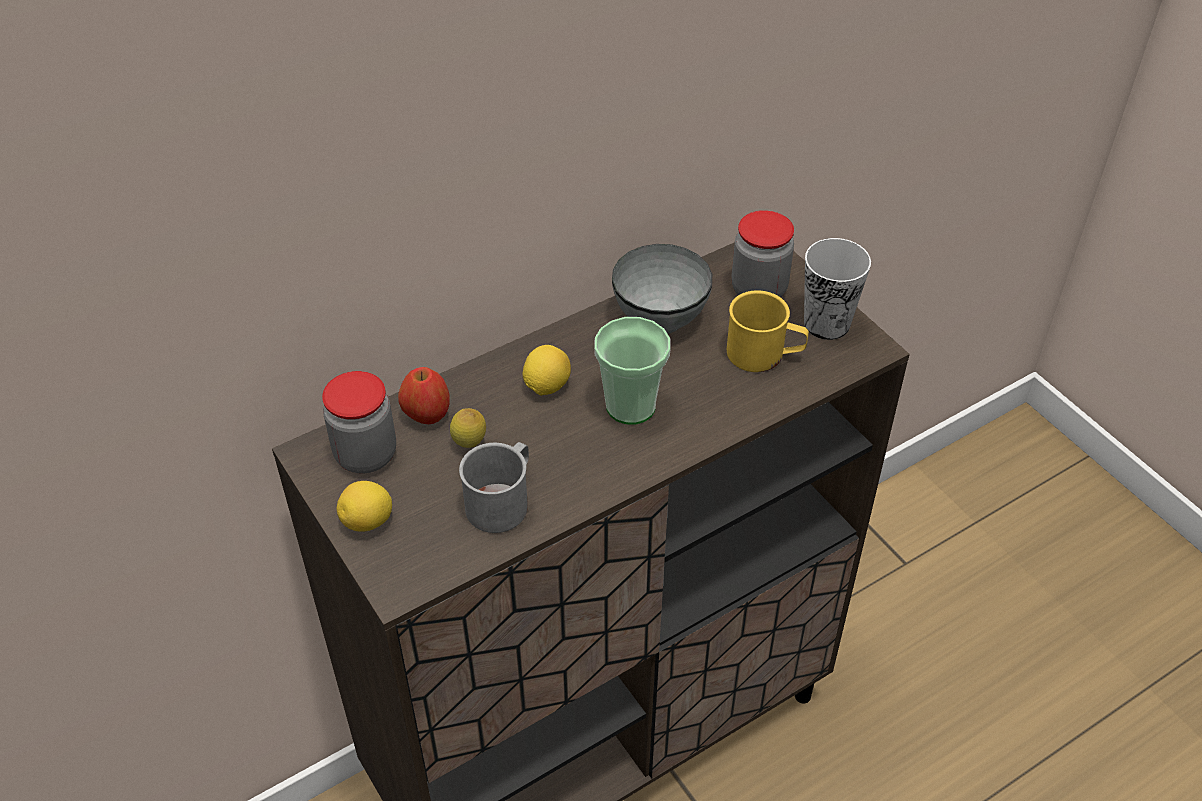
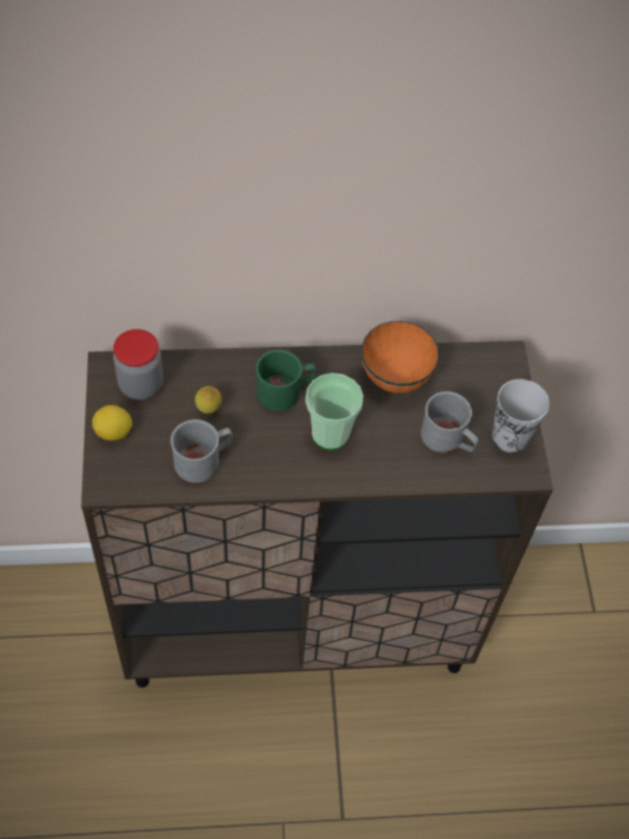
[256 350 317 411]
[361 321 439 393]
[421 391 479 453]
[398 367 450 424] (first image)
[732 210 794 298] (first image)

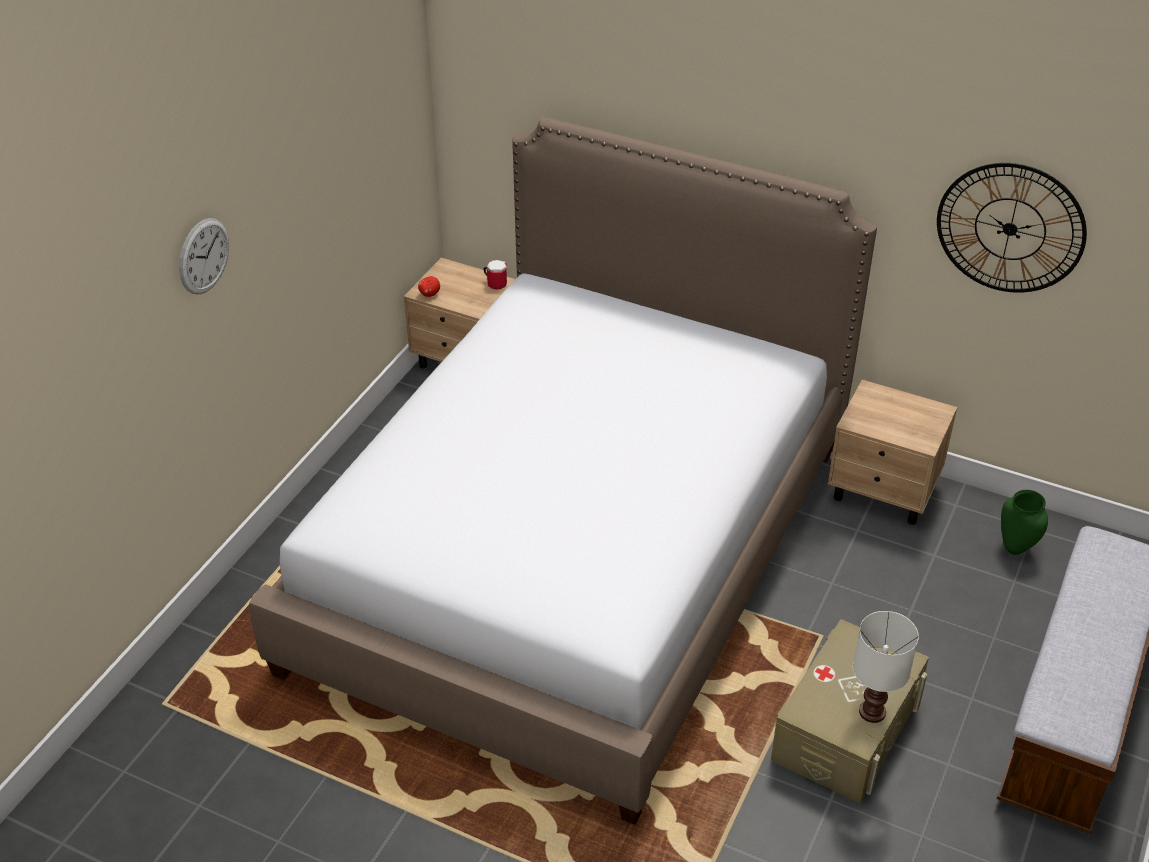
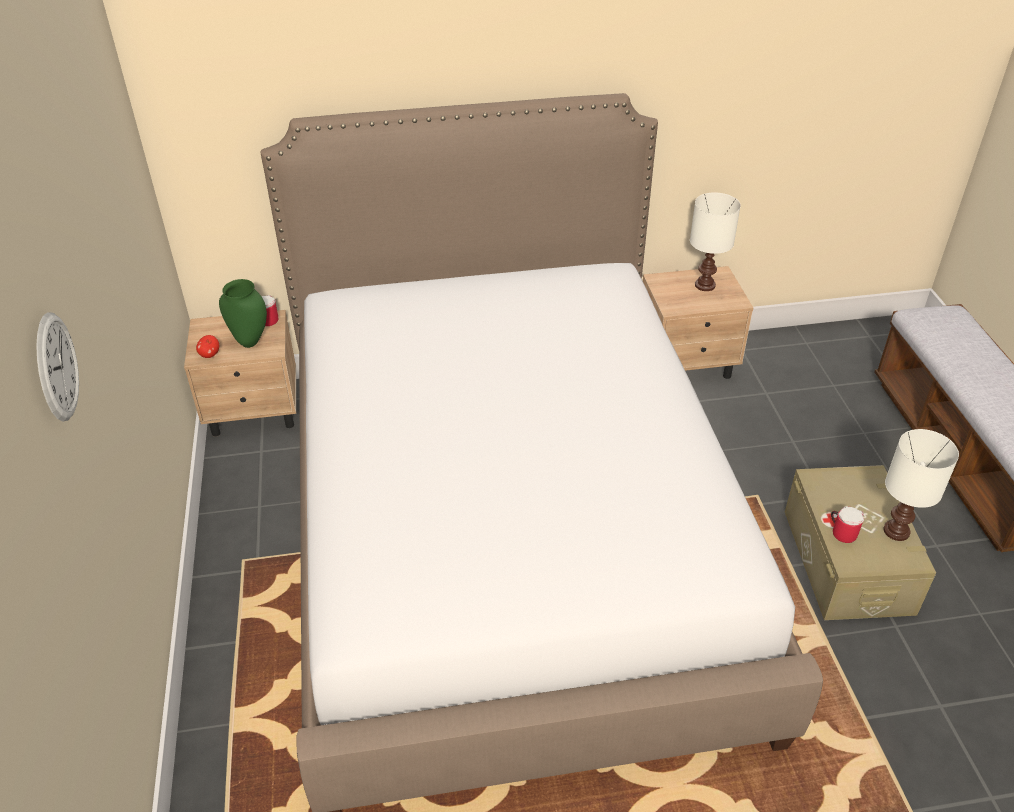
[219 279 267 348]
[690 192 741 291]
[831 506 864 543]
[937 163 1087 293] (first image)

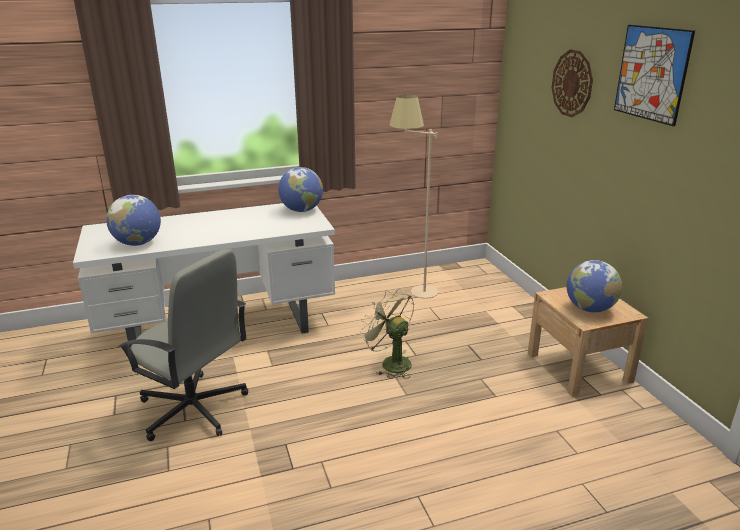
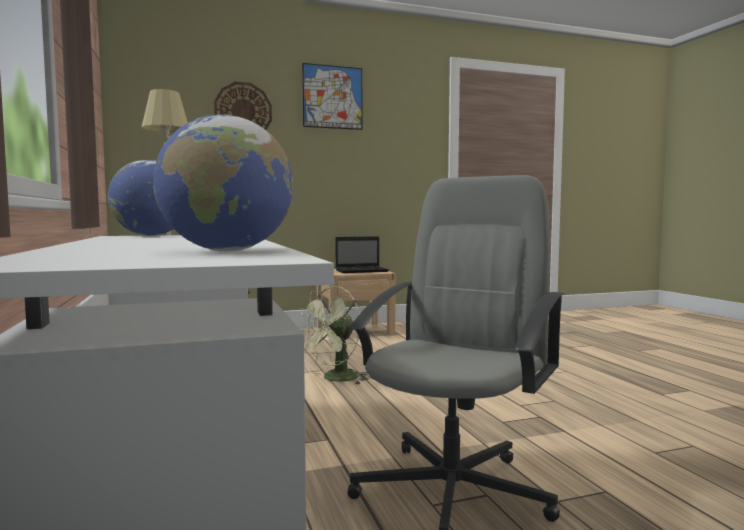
[335 236 389 273]

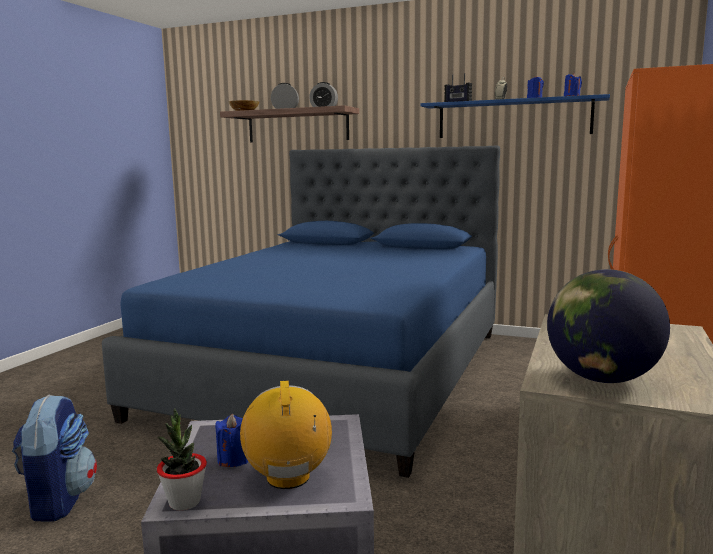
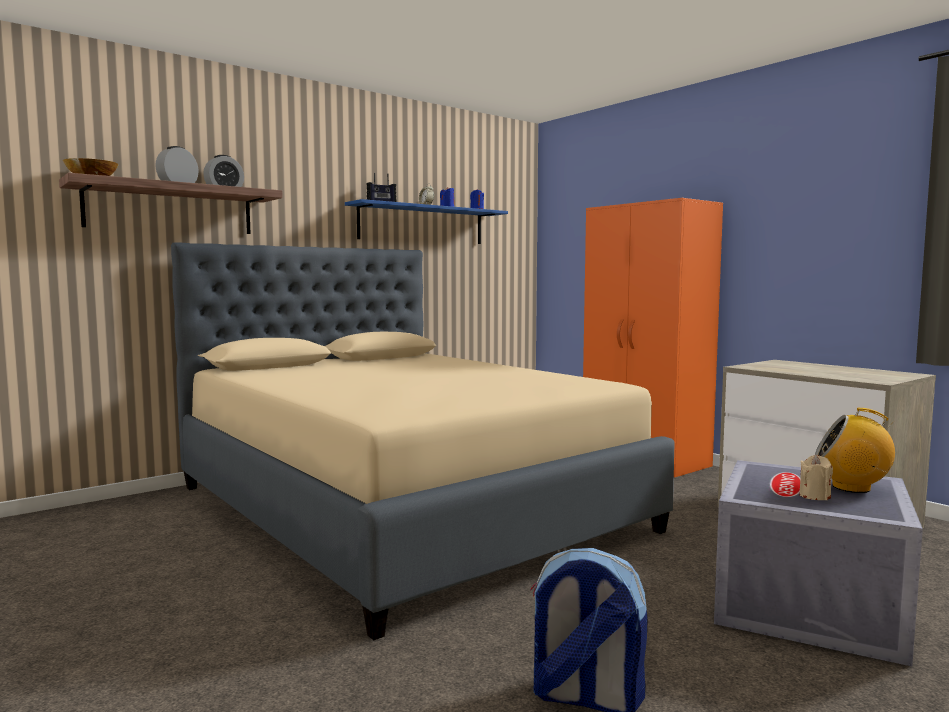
[171 242 675 640]
[799 455 833 500]
[157 408 207 511] (first image)
[547 269 670 383] (first image)

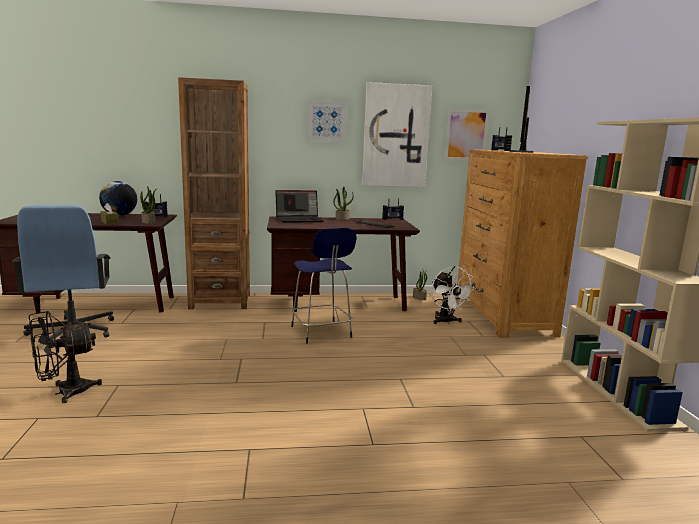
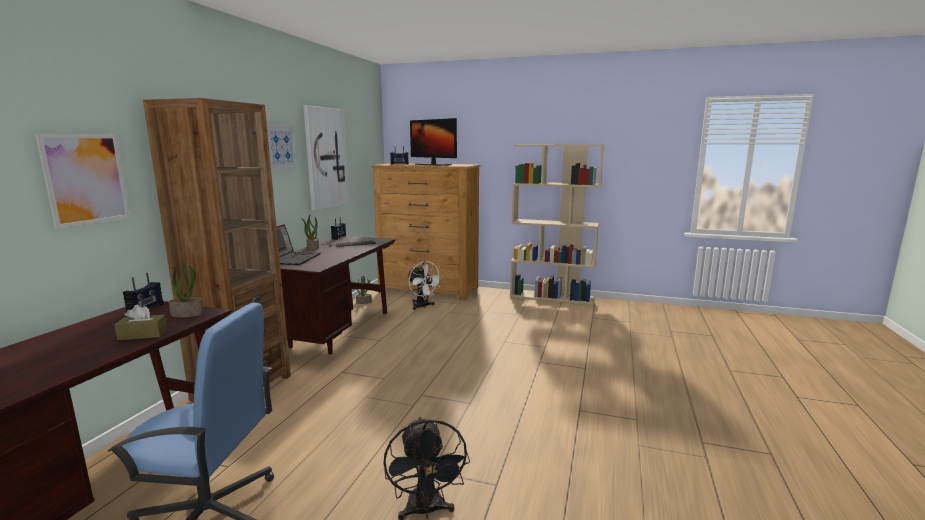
[35 133 130 229]
[408 261 442 310]
[99 181 137 216] (first image)
[291 228 357 344] (first image)

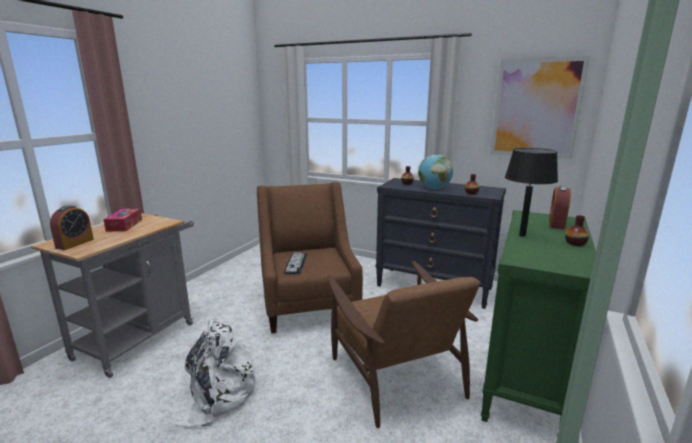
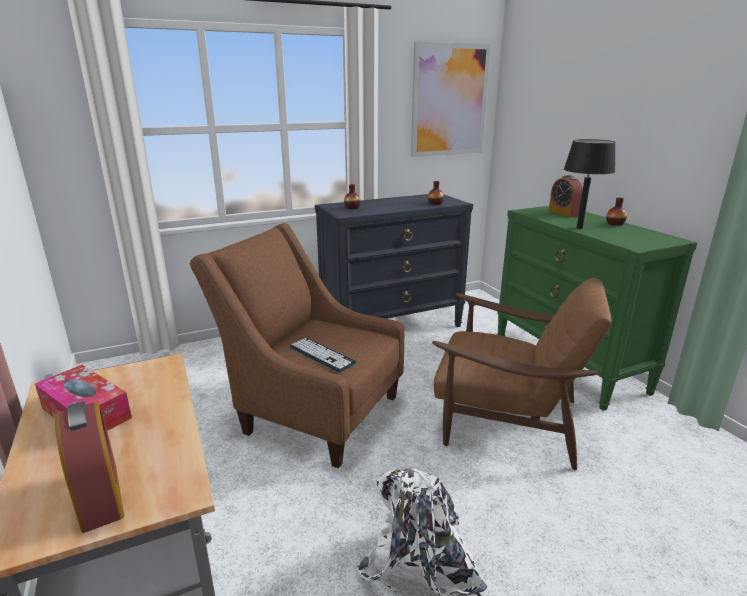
[418 155 453 189] (first image)

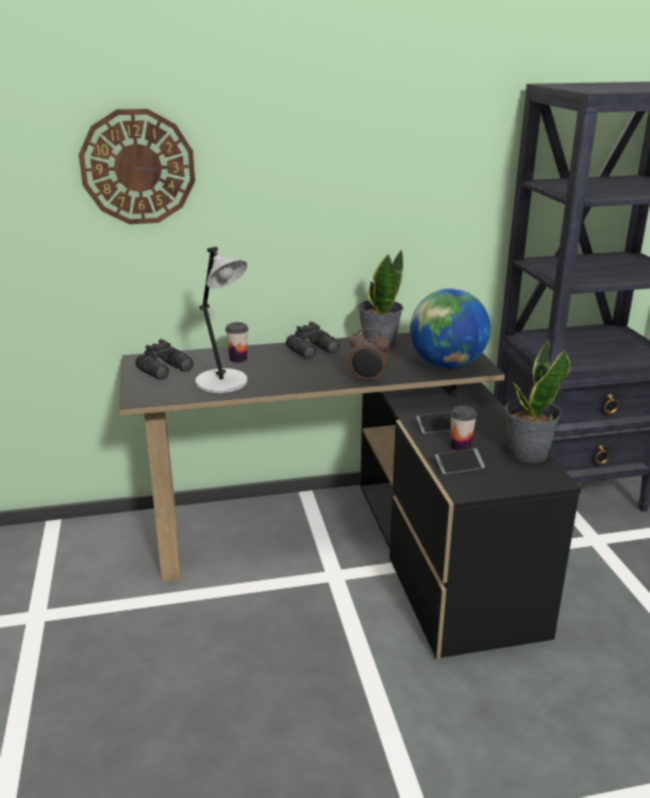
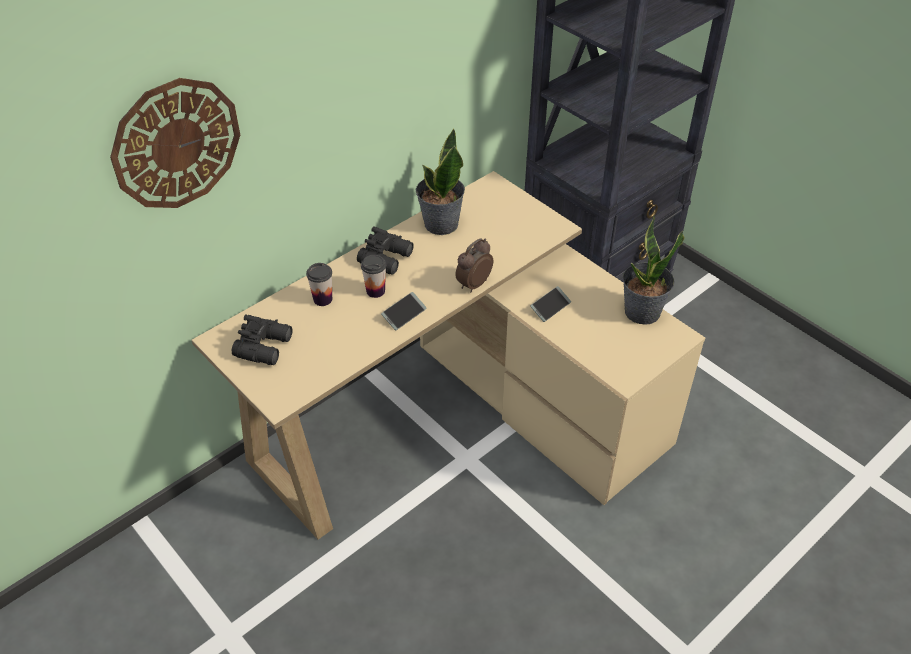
[192 171 705 540]
[361 255 386 298]
[381 292 427 330]
[456 238 493 293]
[195 247 247 393] (first image)
[410 288 490 369] (first image)

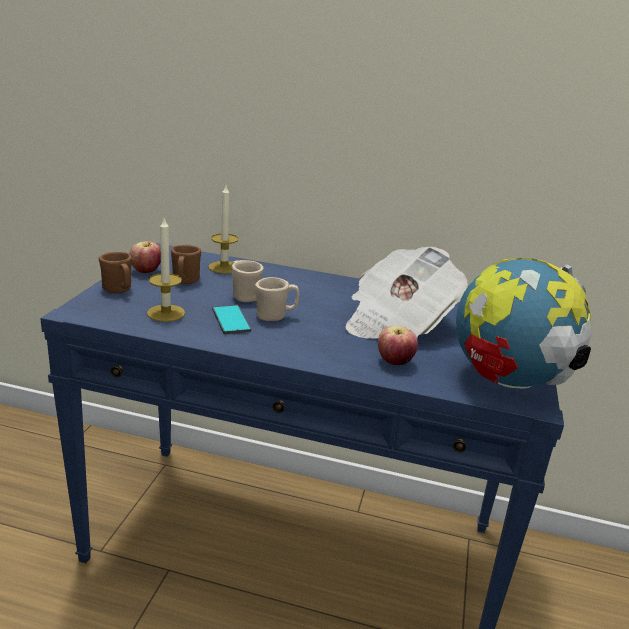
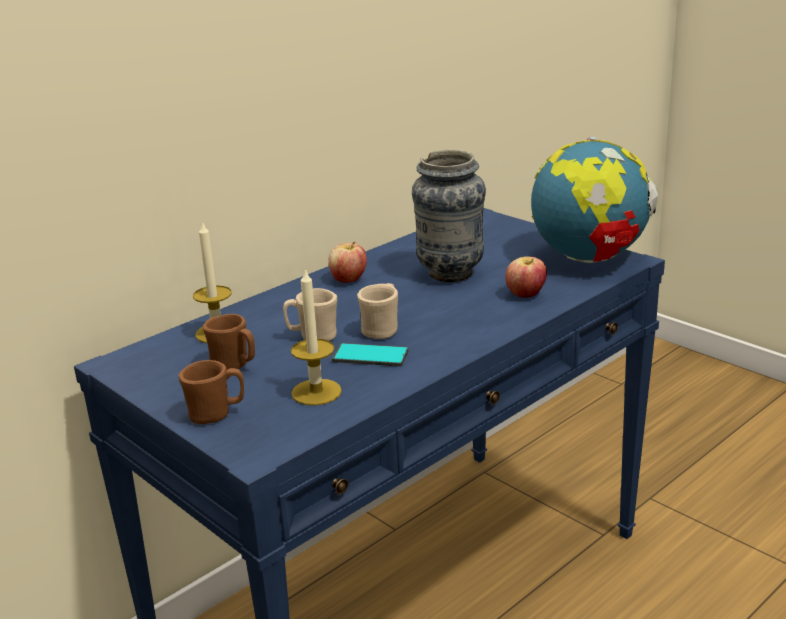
[328 241 367 283]
[412 150 486 282]

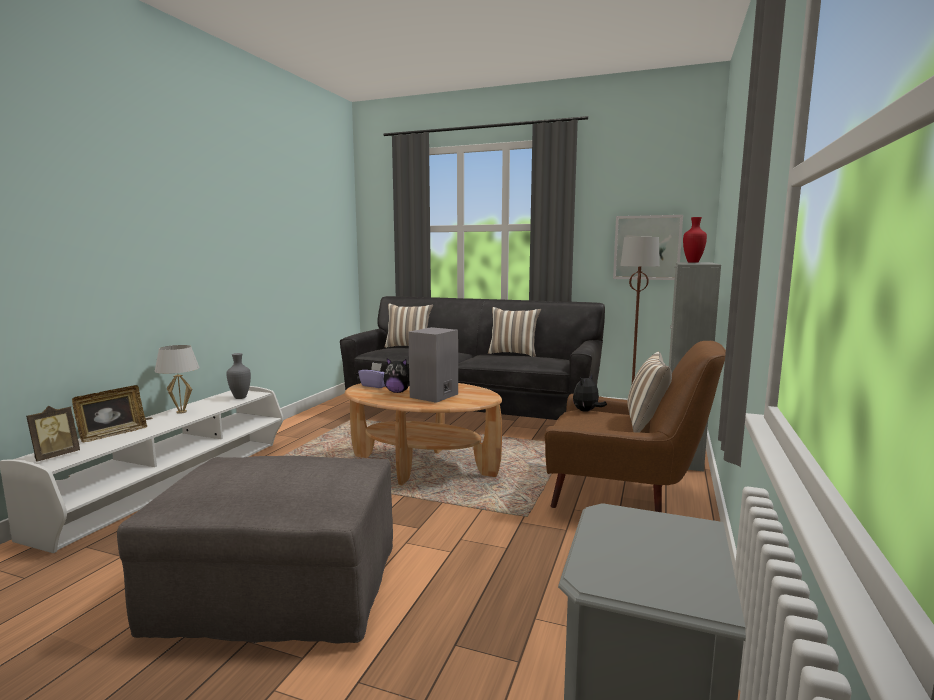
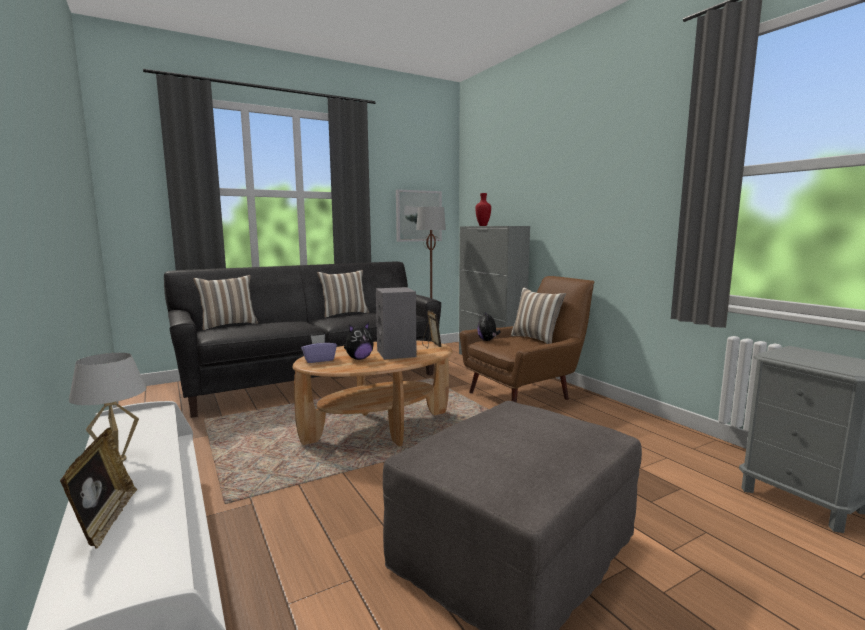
[422 310 442 348]
[226 353 251 399] (first image)

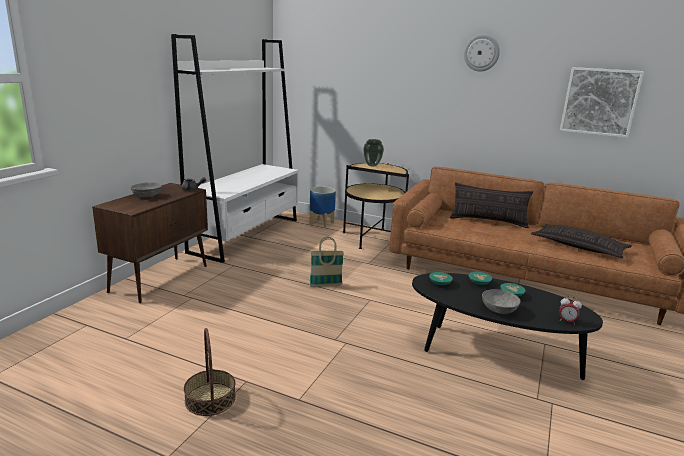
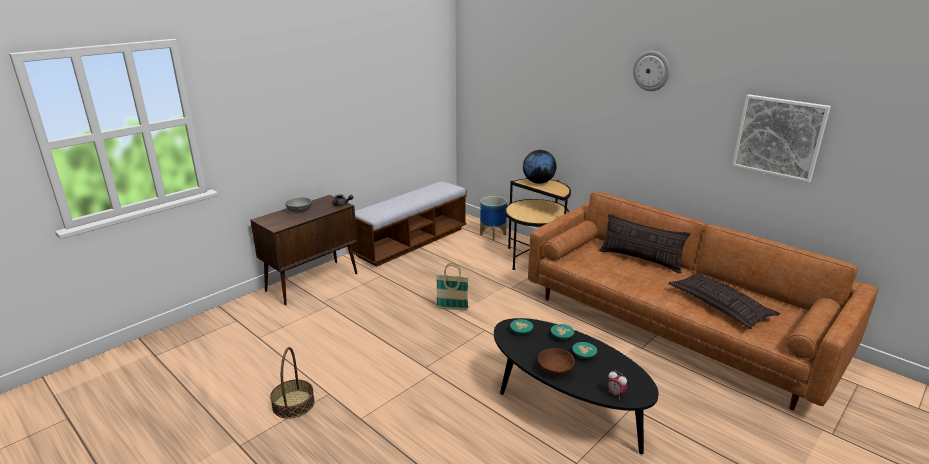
[351 182 467 267]
[523 150 557 184]
[538 348 575 376]

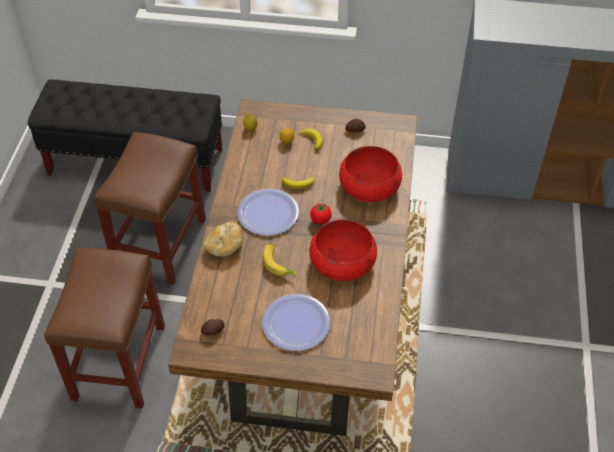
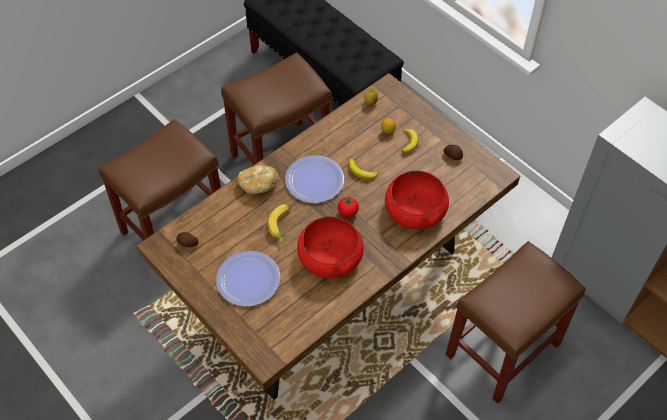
[446 241 586 404]

